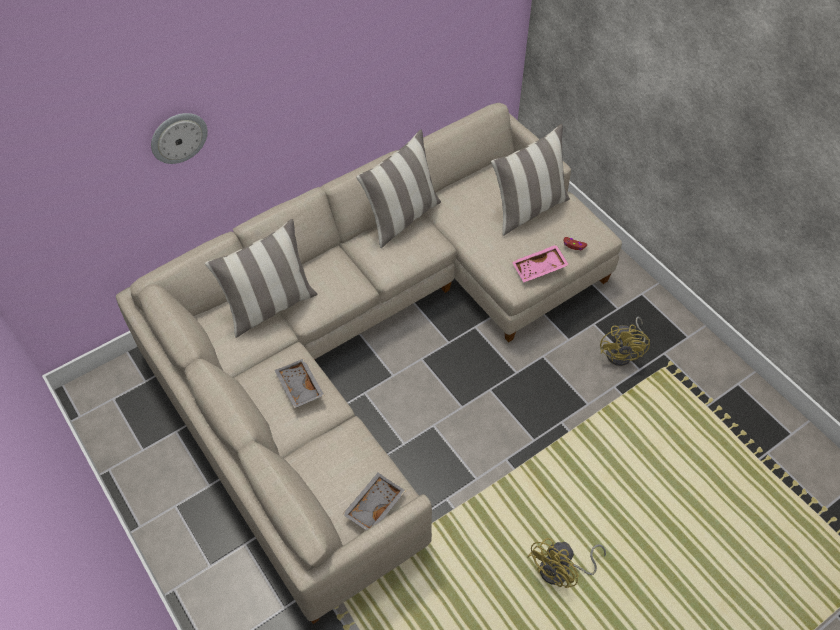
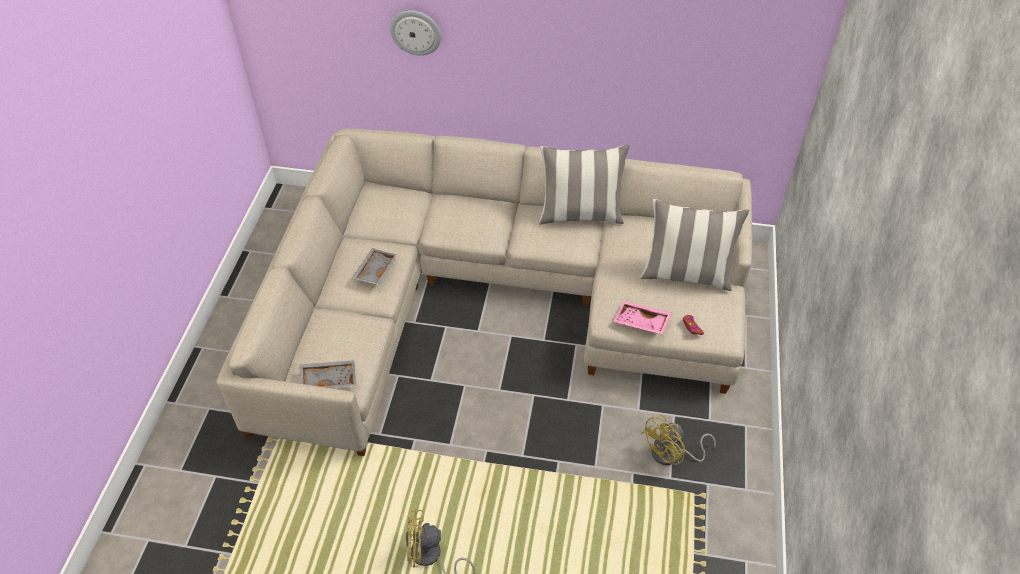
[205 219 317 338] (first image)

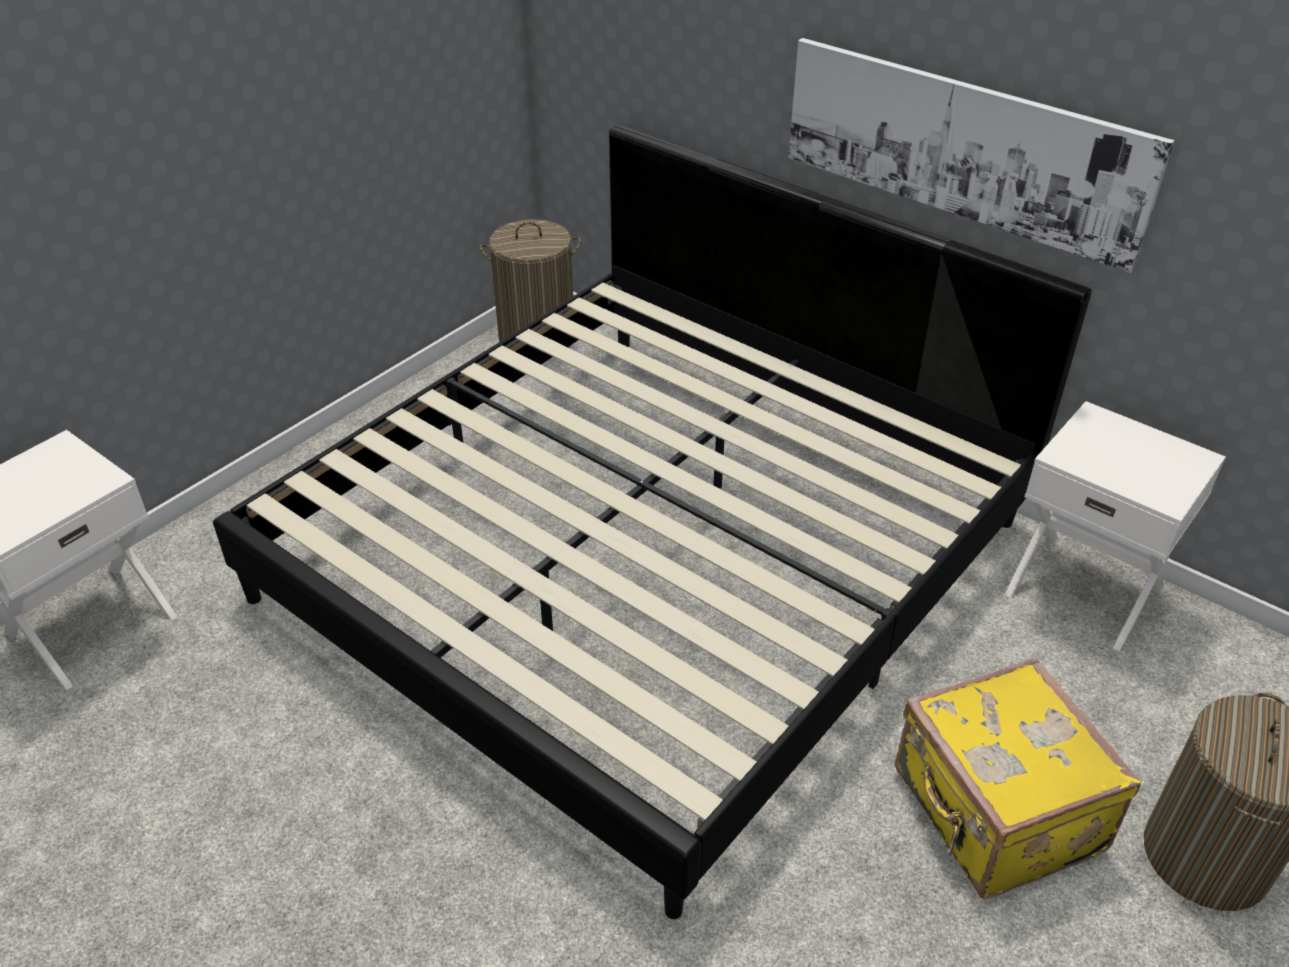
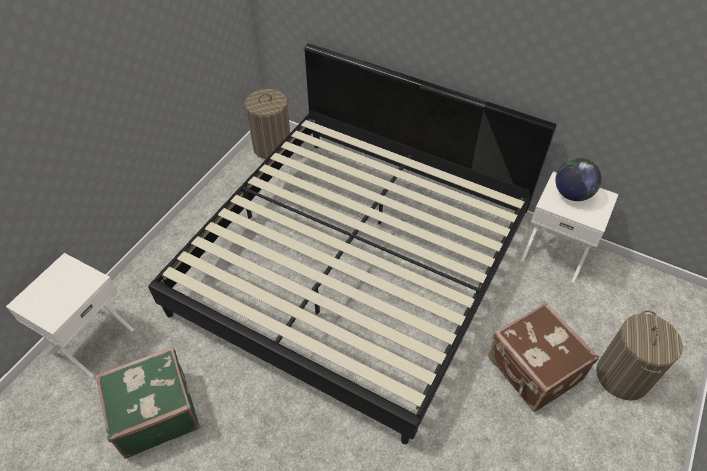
[96 346 200 459]
[488 302 599 412]
[555 158 602 201]
[788 38 1175 273] (first image)

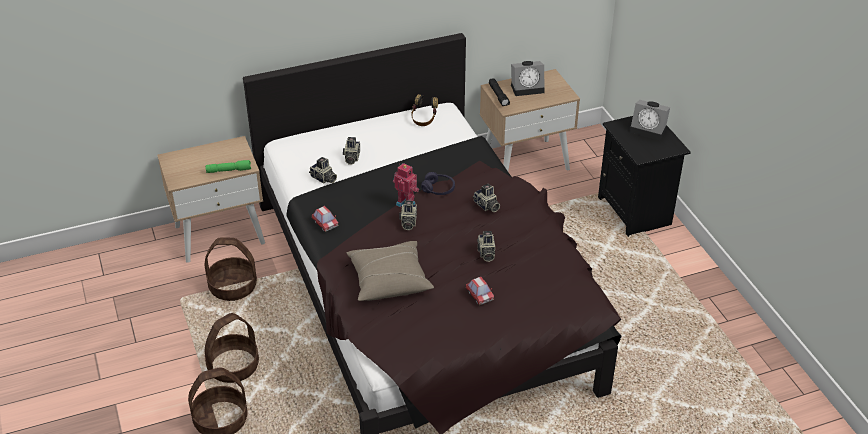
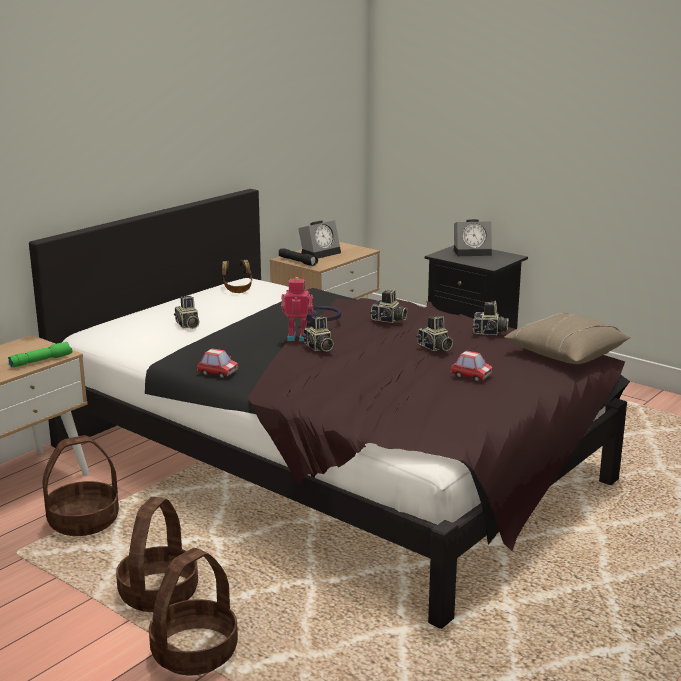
[472 301 509 335]
[504 312 630 364]

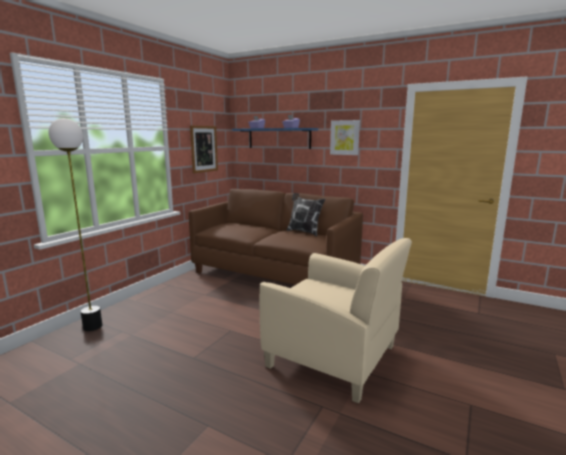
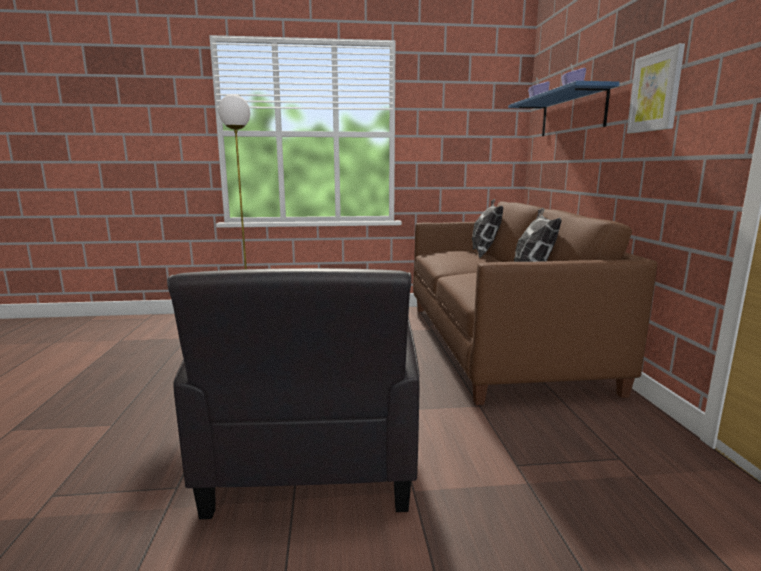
[167 268 420 519]
[472 199 503 258]
[190 125 218 173] (first image)

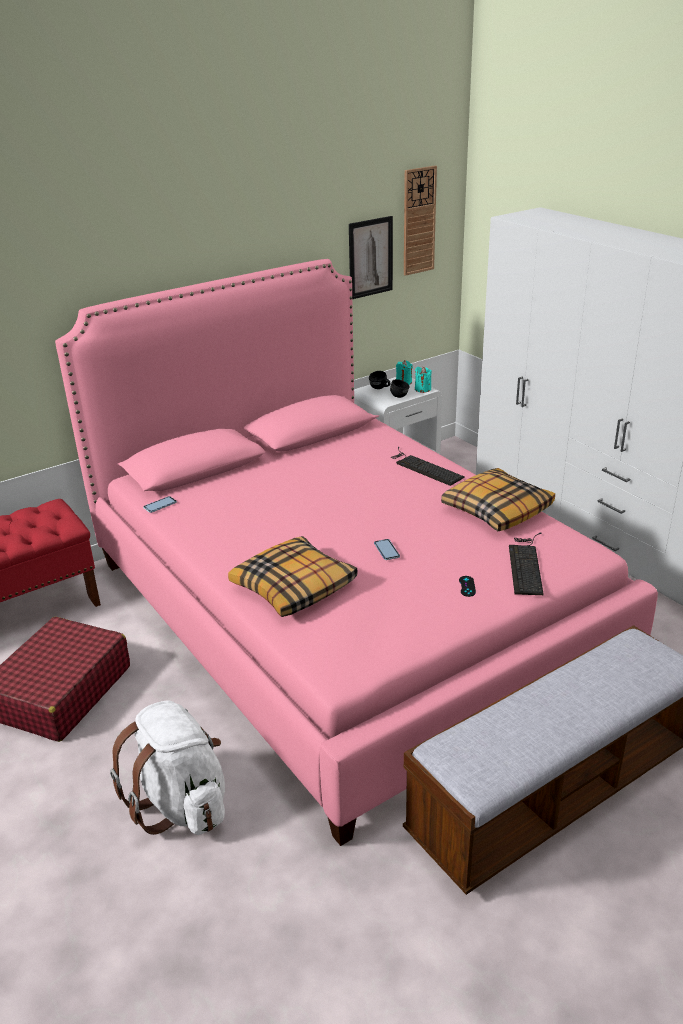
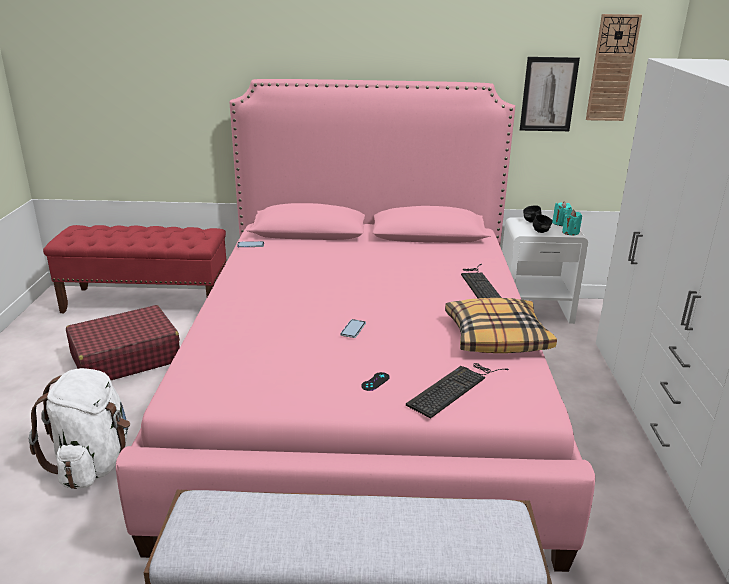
[228 536 357 617] (first image)

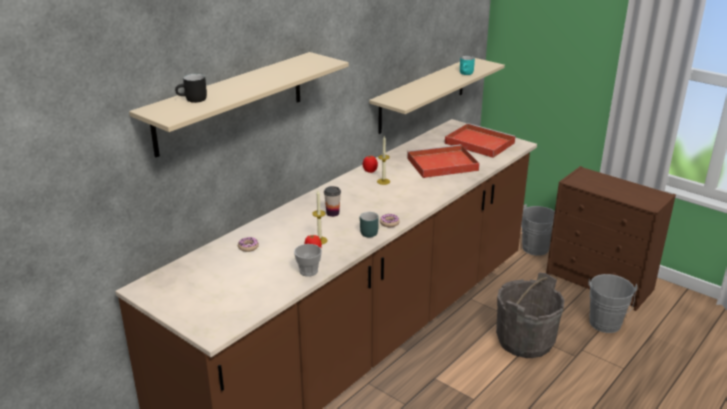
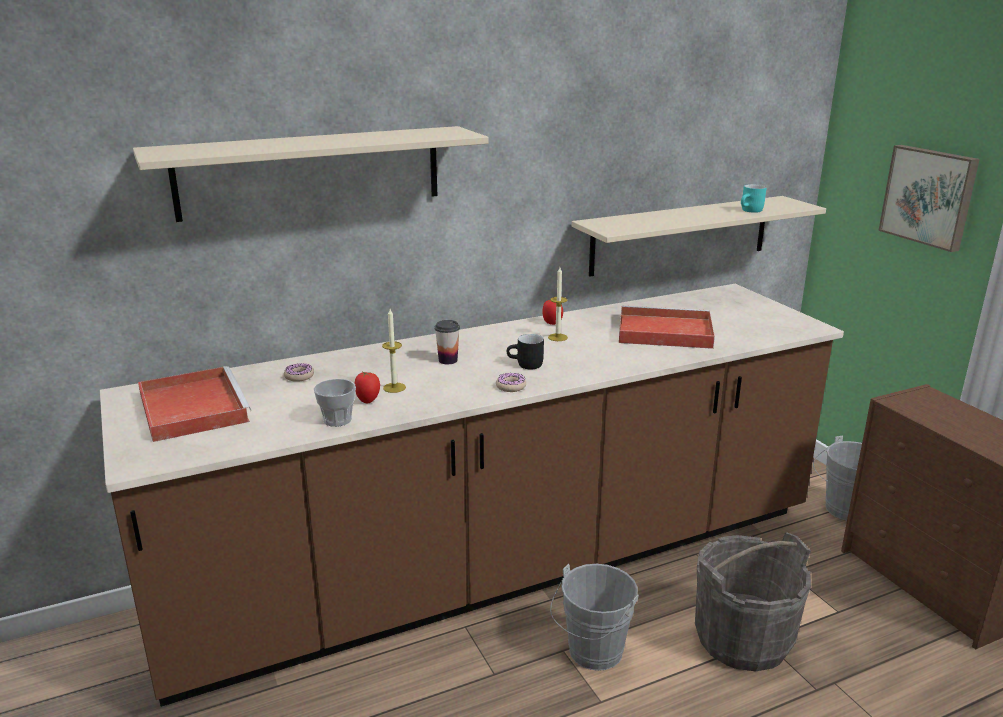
[138 366 252 442]
[507 334 544 369]
[550 564 639 671]
[878 145 980 252]
[360 212 378 238] (first image)

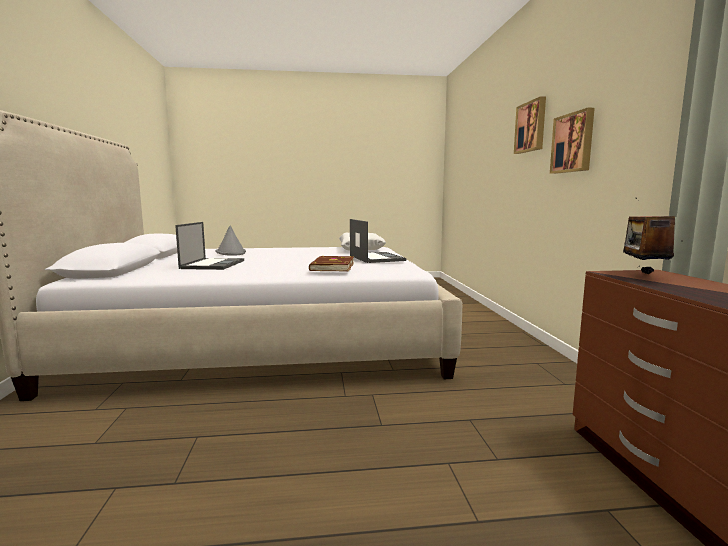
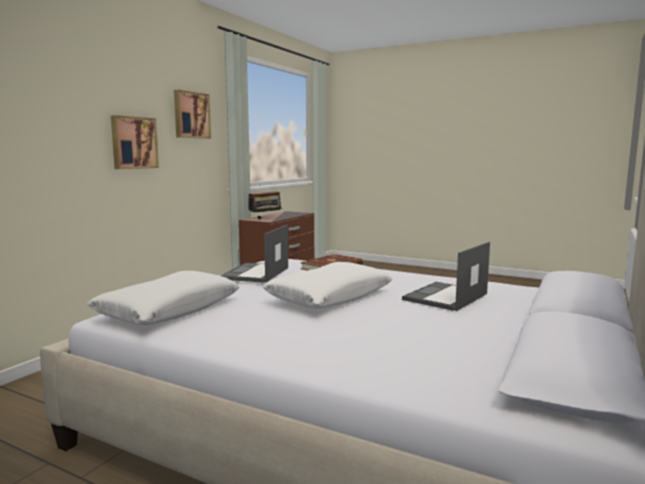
[174 90 211 139]
[262 262 392 309]
[216 226 246 256] (first image)

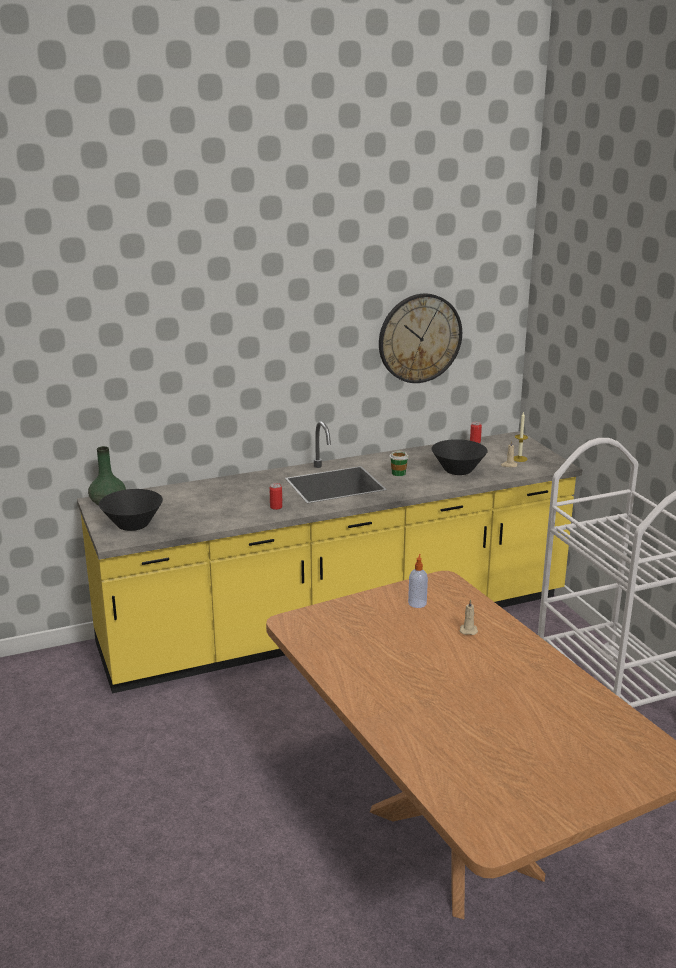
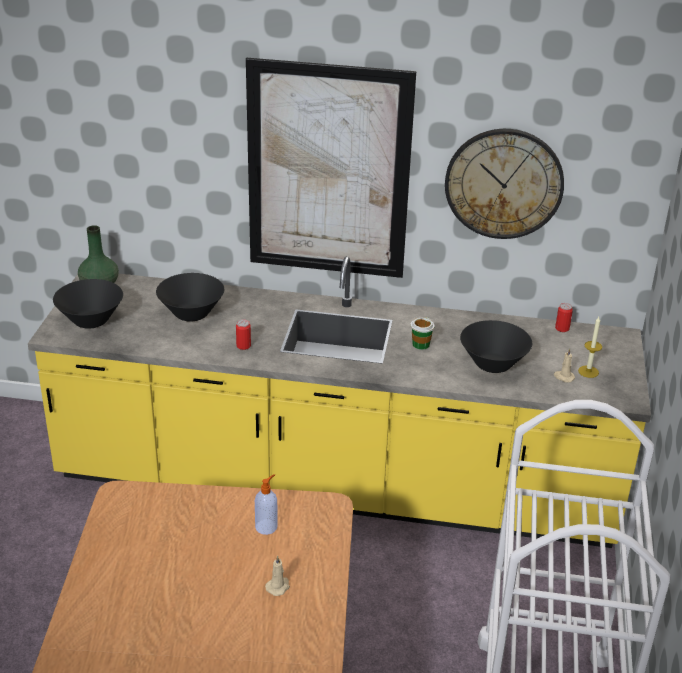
[156 273 224 322]
[246 58 416 278]

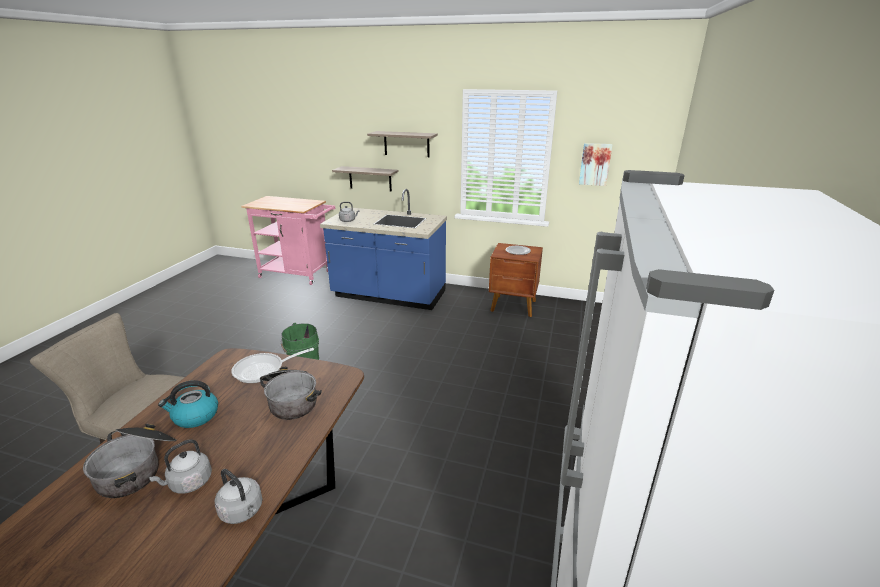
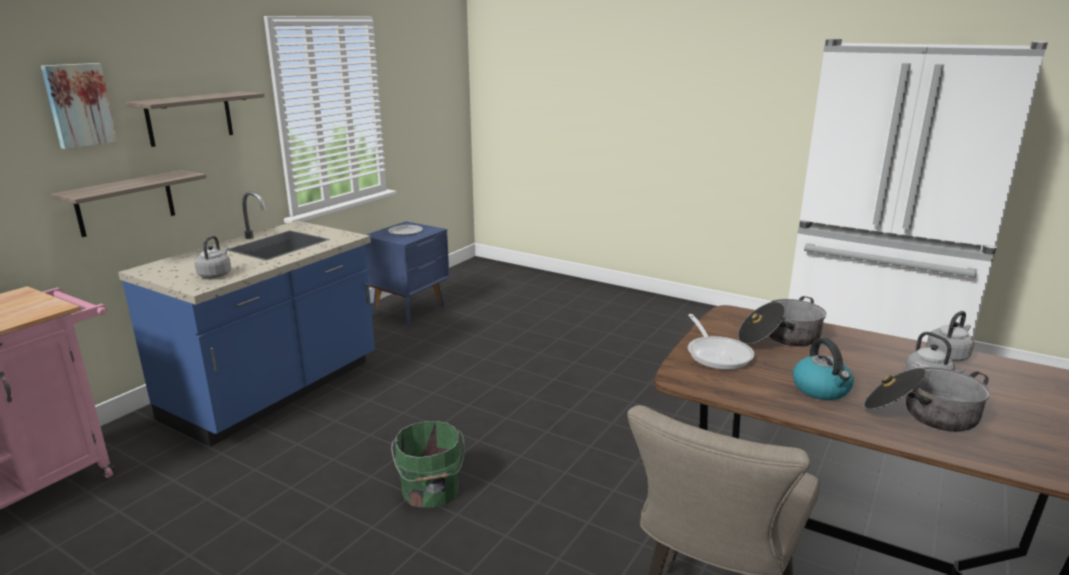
[41 63 118 149]
[365 221 449 325]

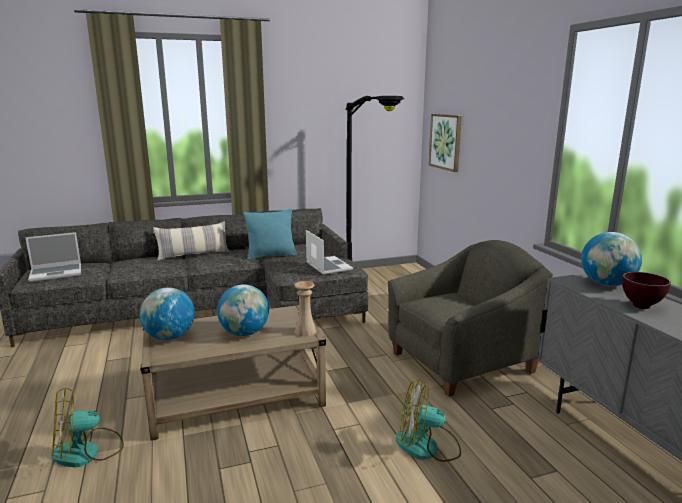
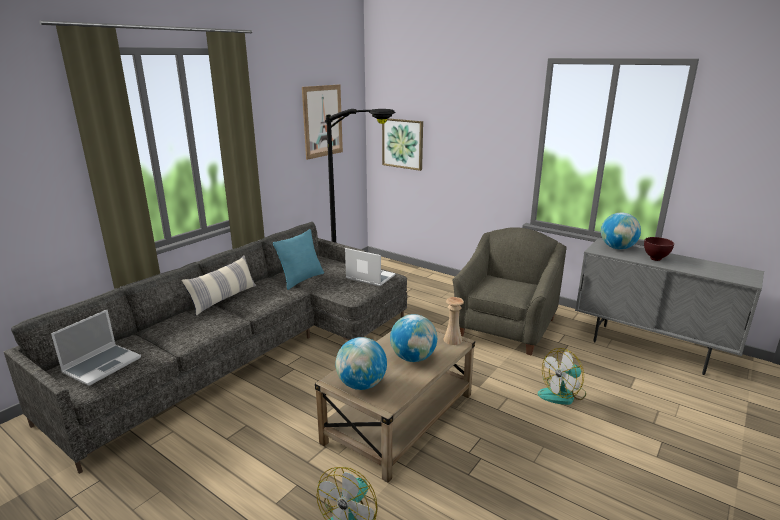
[302 84 343 160]

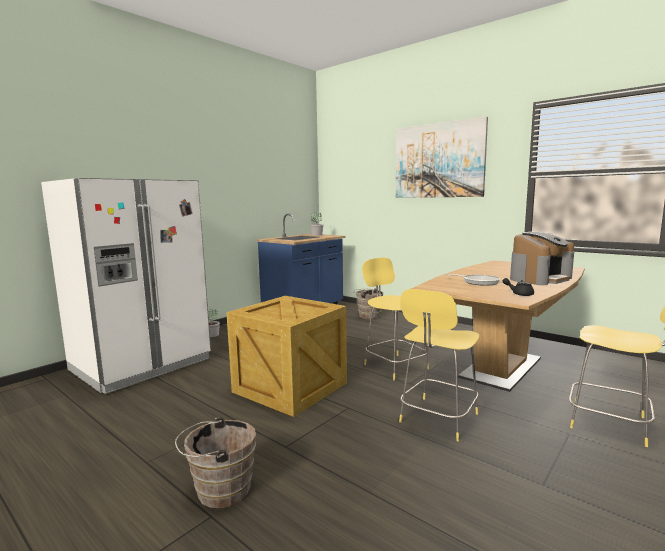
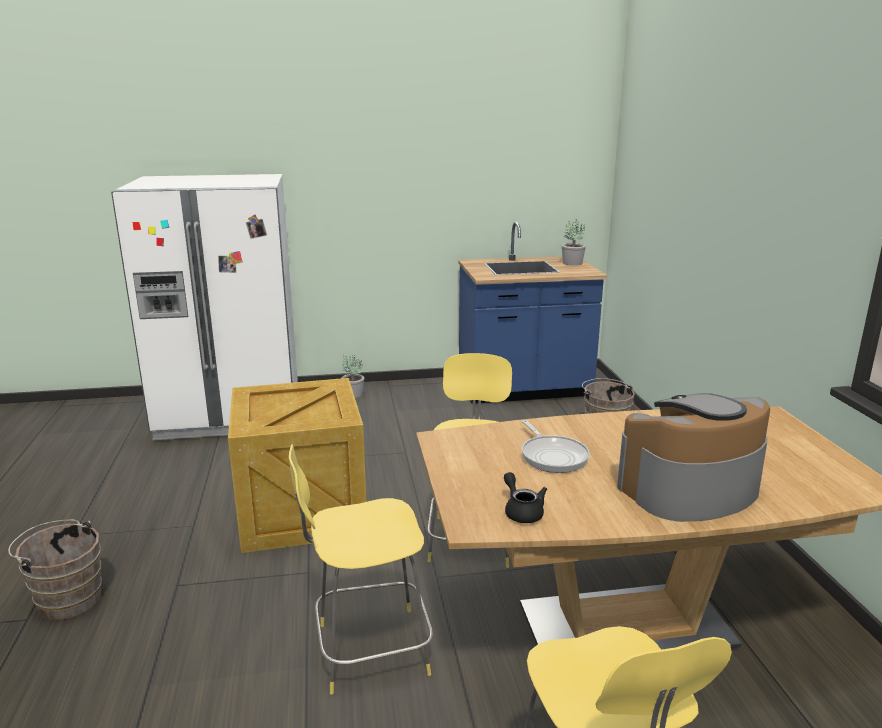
[617 393 770 522]
[396 116 488 198] (first image)

